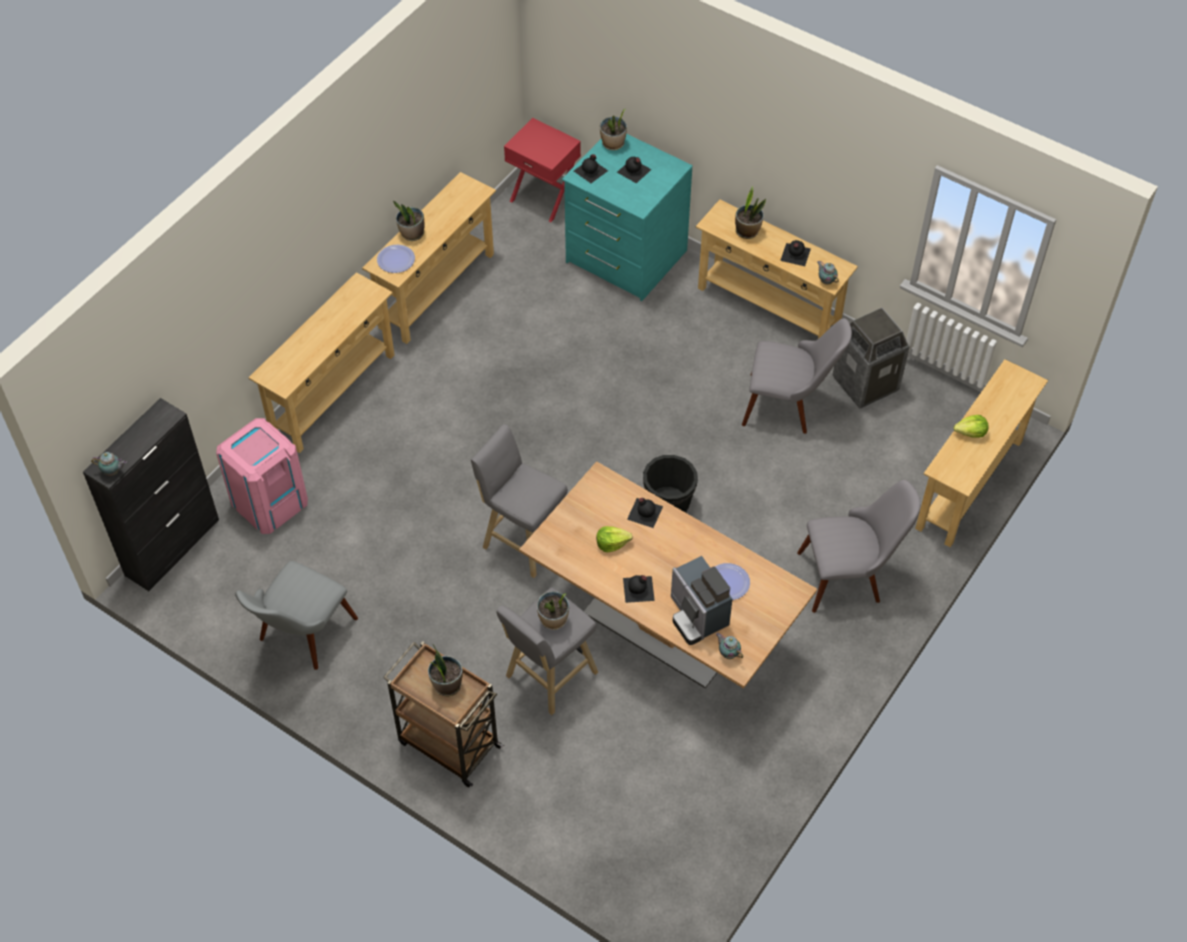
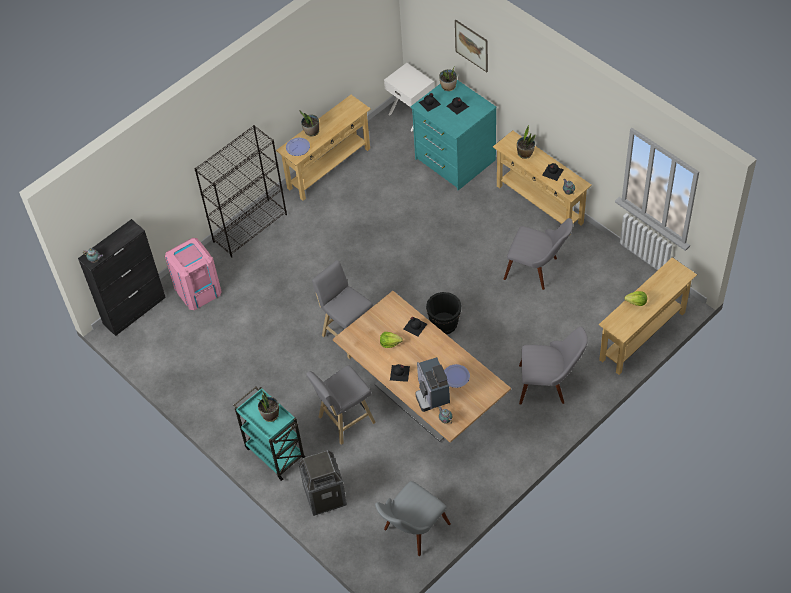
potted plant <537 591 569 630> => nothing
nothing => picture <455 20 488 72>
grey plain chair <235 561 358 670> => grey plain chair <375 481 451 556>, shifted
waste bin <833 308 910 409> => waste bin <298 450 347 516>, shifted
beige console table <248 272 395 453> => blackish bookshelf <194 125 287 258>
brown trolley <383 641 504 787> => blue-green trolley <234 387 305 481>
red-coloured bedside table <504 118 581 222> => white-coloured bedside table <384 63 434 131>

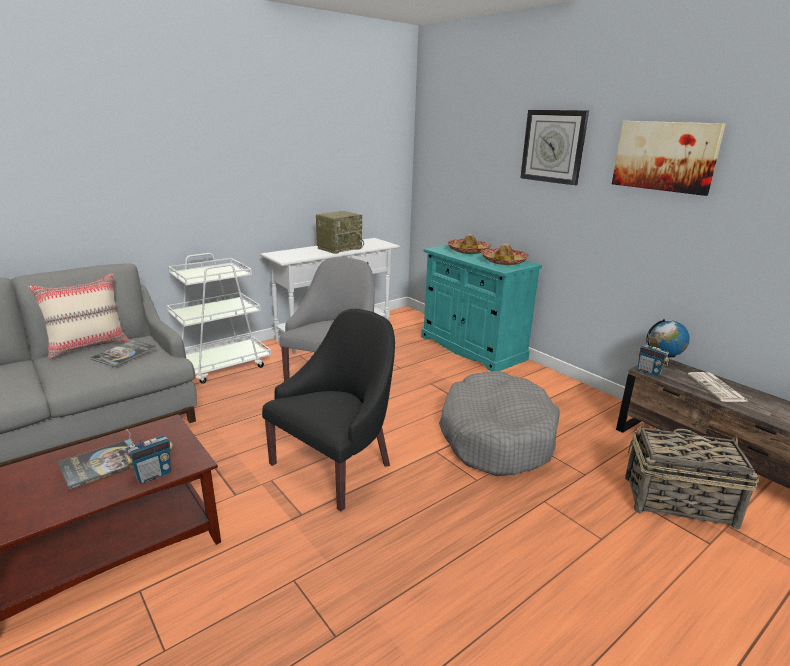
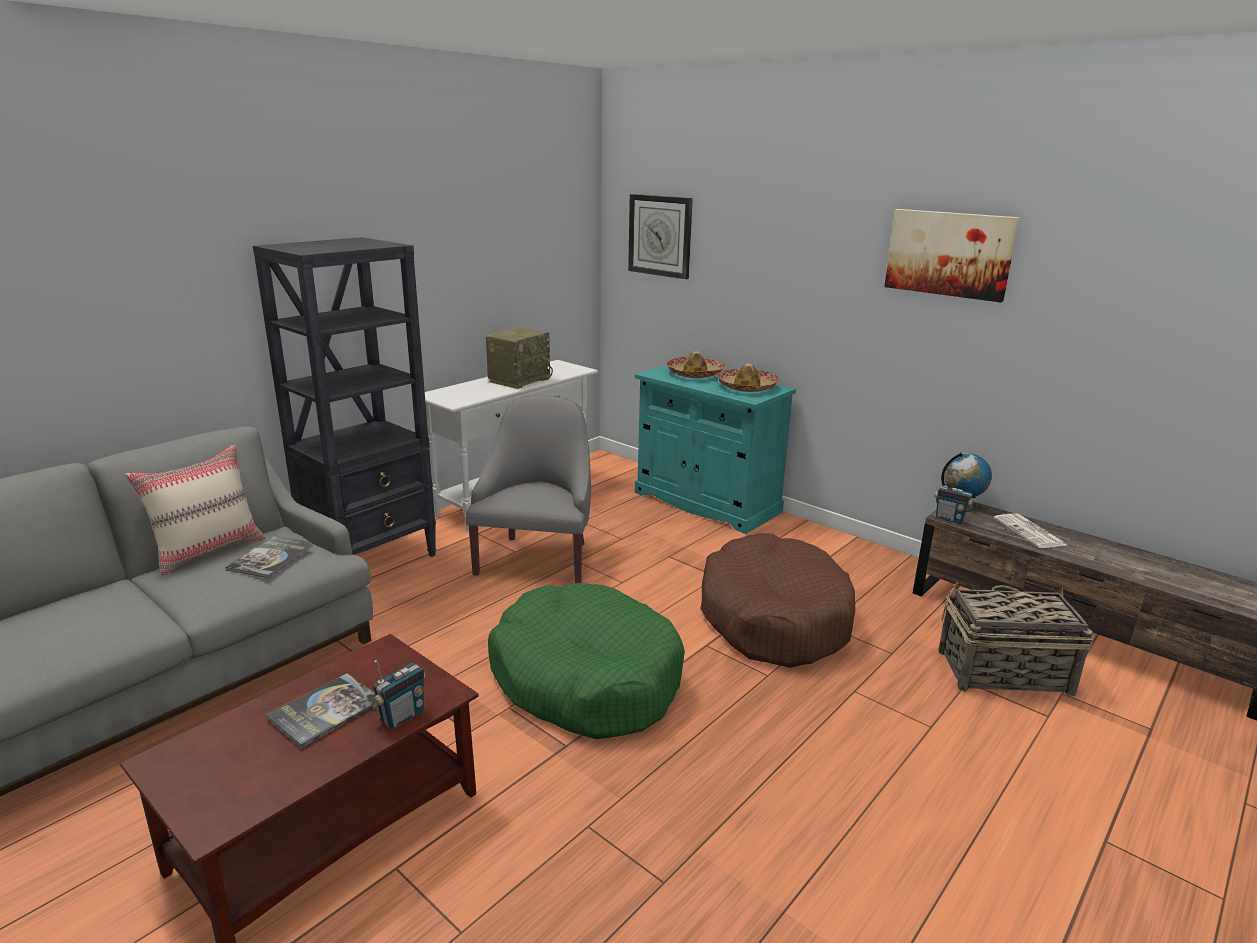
hanging clock <520 110 589 185> => hanging clock <628 194 693 279>, shifted
white-coloured trolley <167 253 271 384> => blackish bookshelf <253 237 437 557>
blackish lounge chair <262 309 395 512> => green pet bed <488 583 685 739>
grey pet bed <439 371 560 476> => brown pet bed <700 533 855 668>

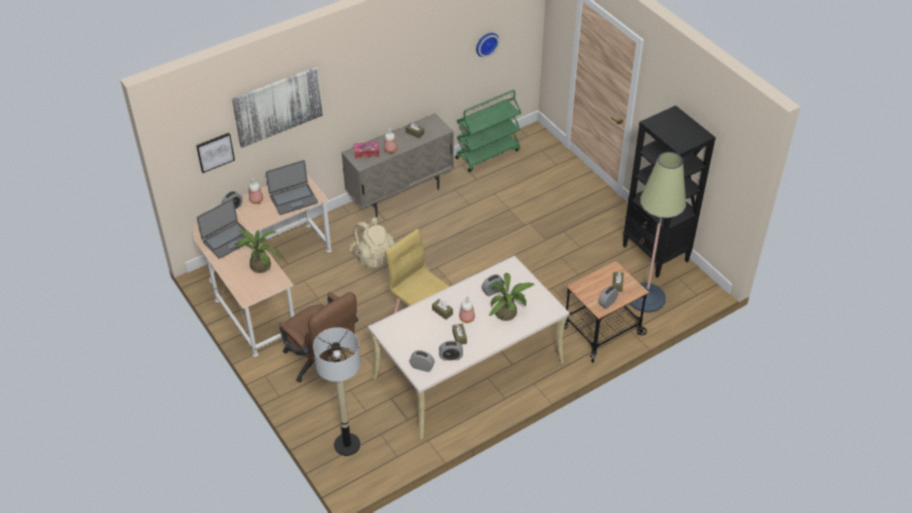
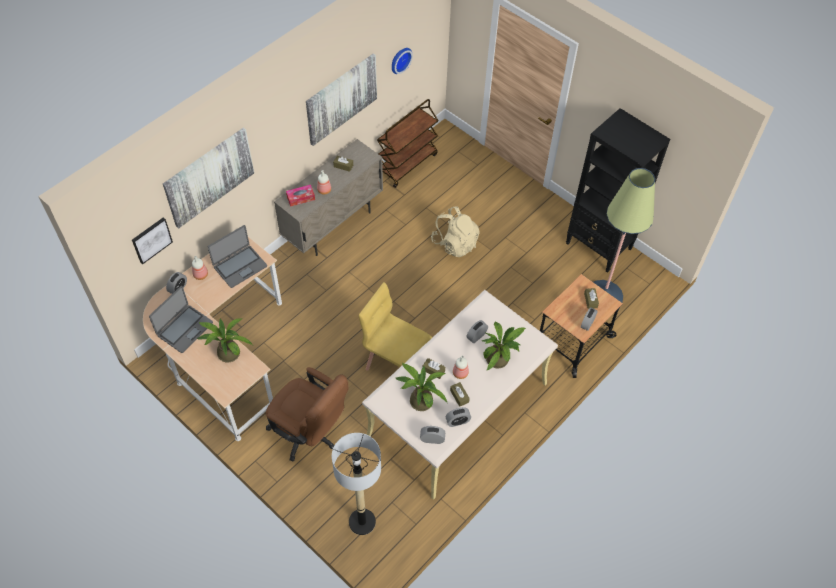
nothing => picture <306 53 377 146>
nothing => potted plant <395 362 447 411>
beige knapsack <350 217 396 270> => beige knapsack <431 206 480 257>, shifted
green trolley <455 90 521 172> => brown trolley <377 99 439 188>

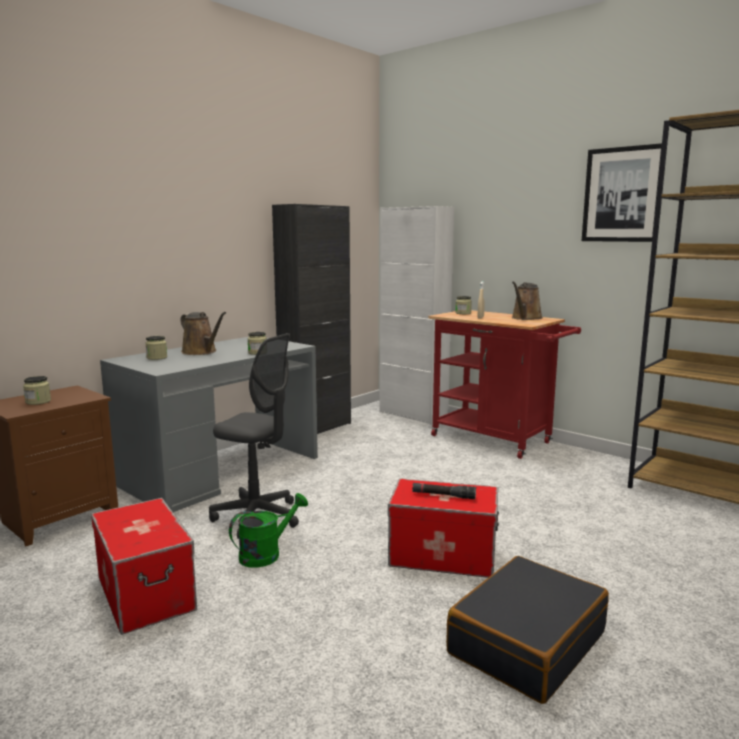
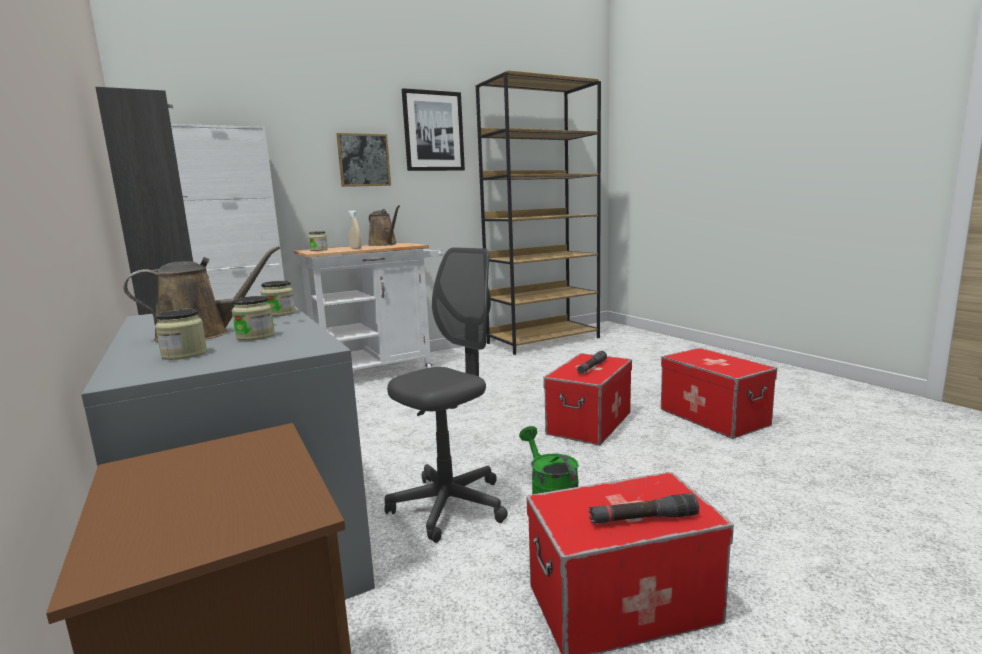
nothing => picture <337 133 391 187>
nothing => blackish hand torch <589 493 699 524>
preserve jar <23 376 51 405> => preserve jar <232 296 275 341>, shifted
blackish travel case <446 556 609 704> => storage box <661 348 777 439>
red-coloured trolley <428 310 581 459> => white-coloured trolley <294 243 444 370>

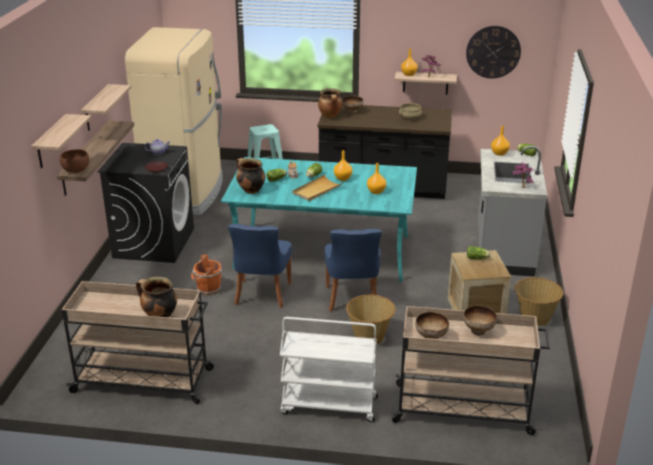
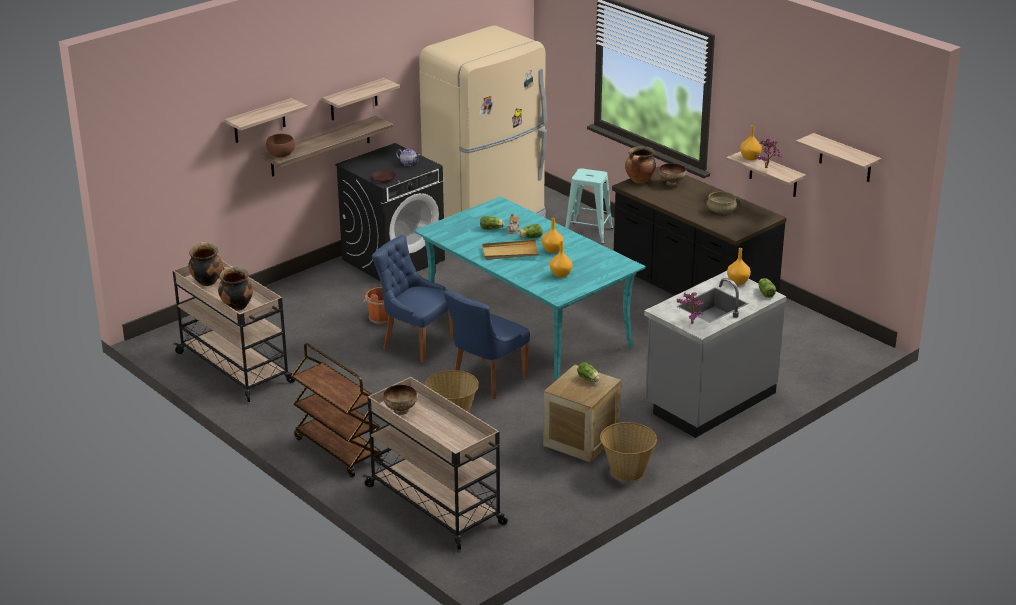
bowl <463 306 497 335> => nothing
cooking pot <236 158 265 194> => cooking pot <188 242 223 286>, shifted
hanging clock <466 26 521 79> => wall shelf <796 133 881 182>
white-coloured trolley <280 317 378 422> => brown trolley <291 343 383 477>
blue plain chair <228 224 292 308> => blue plain chair <372 235 454 363>, 75 degrees clockwise

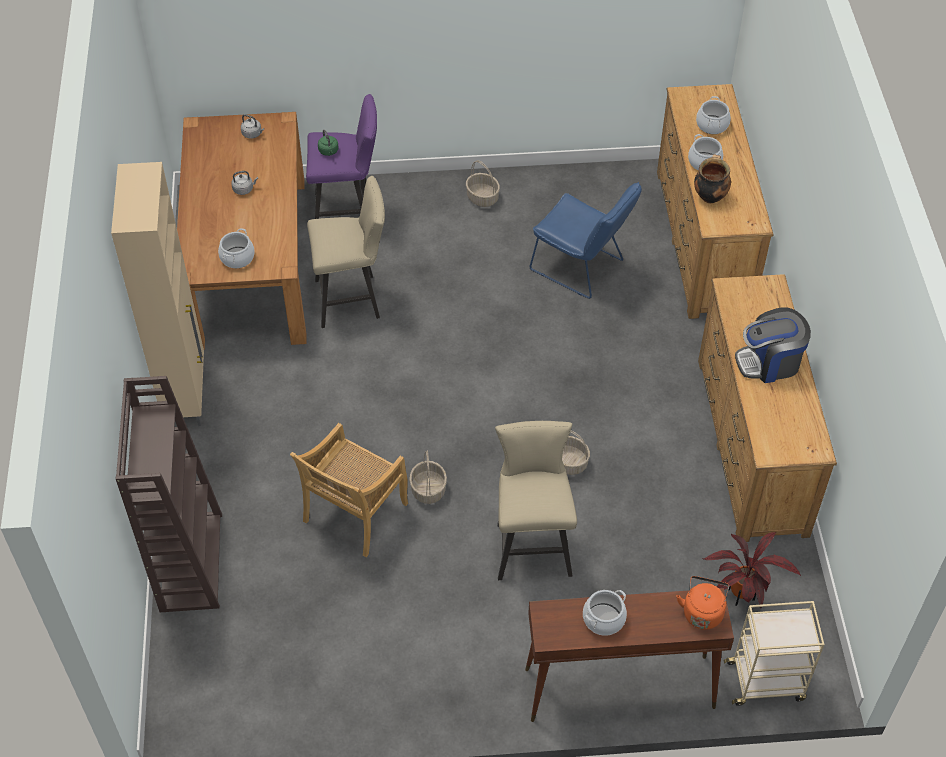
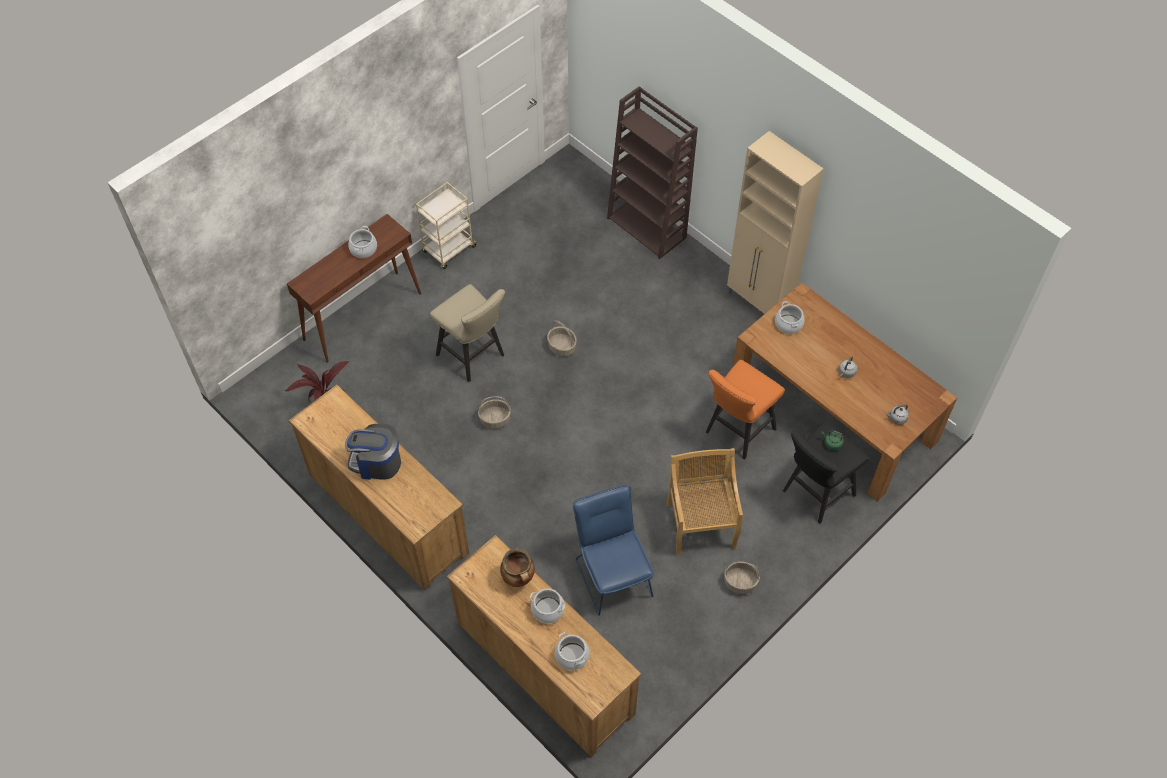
orange water kettle <676 576 729 630> => nothing
beige plain chair <290 423 408 557> => beige plain chair <666 448 743 556>, shifted
beige trolley <724 601 825 706> => beige trolley <416 182 478 269>, shifted
purplish sitting stool <306 94 377 219> => blackish sitting stool <783 422 869 524>
beige sitting stool <307 176 385 328> => orange sitting stool <706 360 785 460>
blue plain chair <530 182 642 299> => blue plain chair <573 485 654 616>, 75 degrees clockwise
coffee machine <735 307 811 383> => coffee machine <345 424 401 480>, 120 degrees counterclockwise

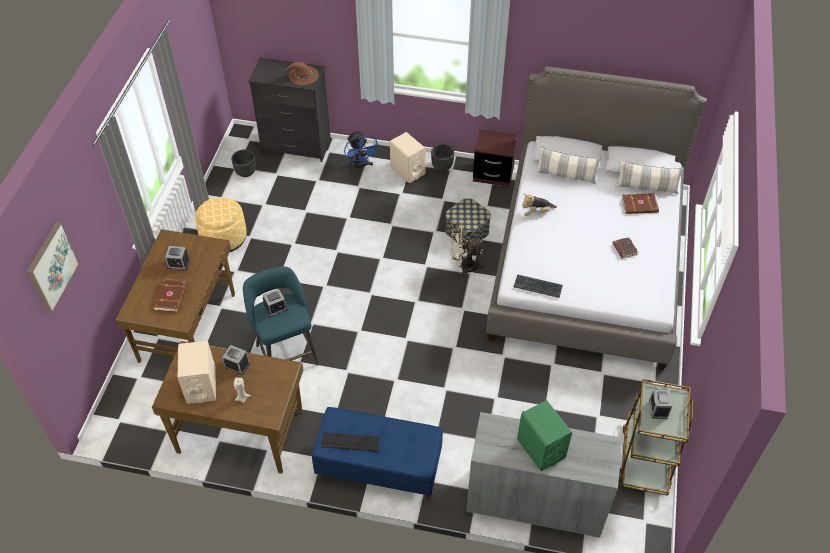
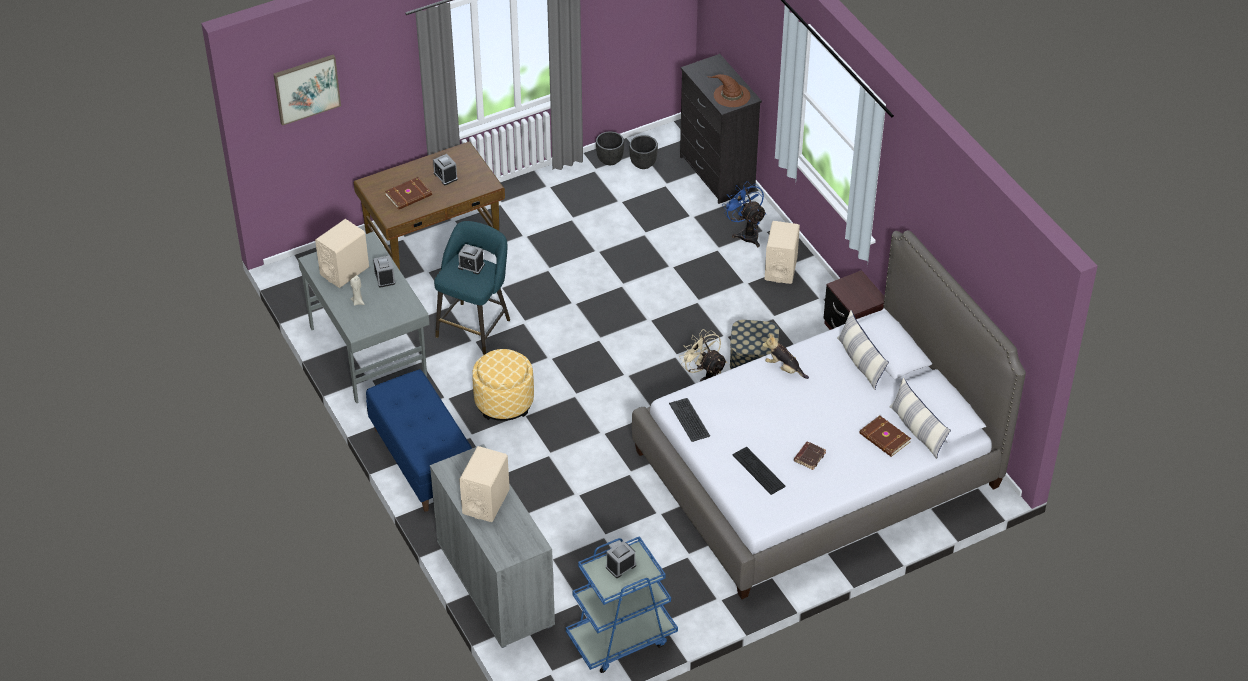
footrest <195 197 247 252> => footrest <472 349 534 421>, shifted
computer keyboard <321 432 380 452> => computer keyboard <732 447 786 495>, shifted
blackish plant pot <431 144 454 172> => blackish plant pot <596 131 624 165>, shifted
brown desk <152 341 303 474> => grey desk <298 231 429 403>
green loudspeaker <517 400 572 471> => beige loudspeaker <459 446 510 522>
brown trolley <619 379 693 496> => blue trolley <566 536 678 673>
blue electric fan <344 130 380 171> => blue electric fan <722 181 766 247>, 120 degrees clockwise

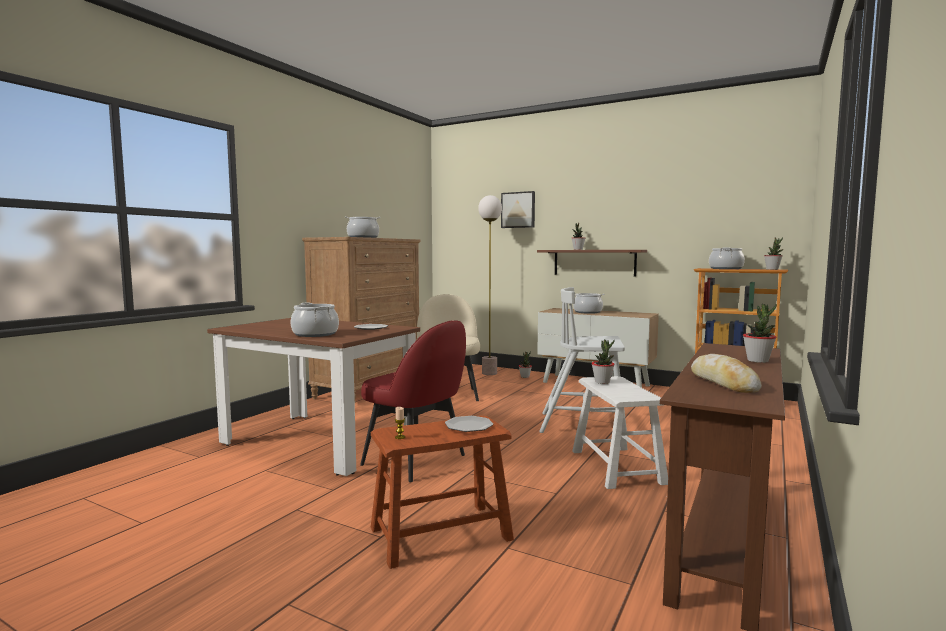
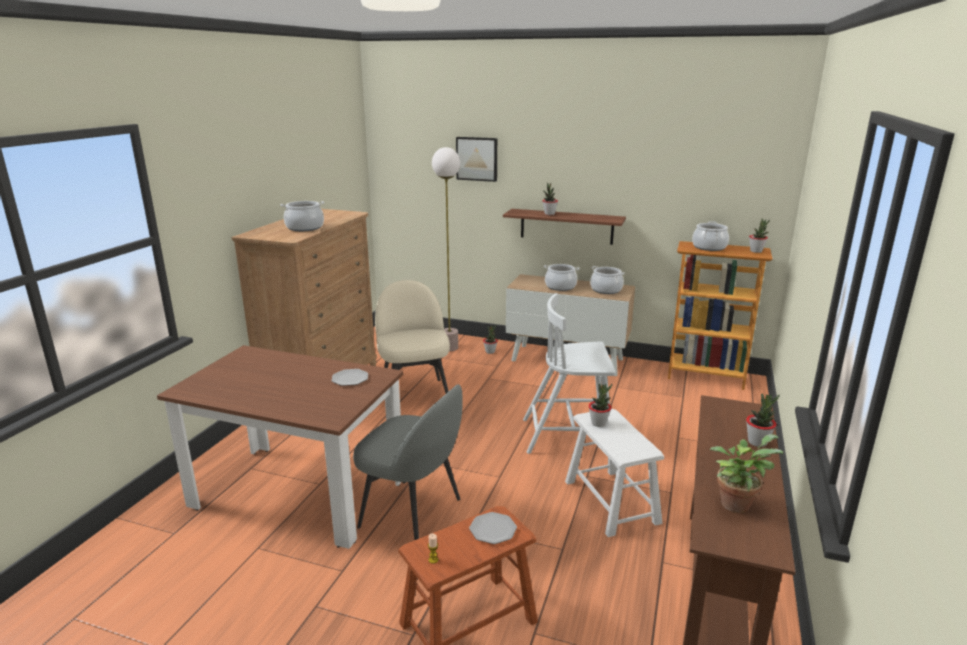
cooking pot <291 302 339 337> => cooking pot <590 266 624 294>, shifted
bread <691 354 762 393> => potted plant <710 434 783 513>
red-coloured plain chair <360 320 466 482> => grey plain chair <353 384 463 540>

